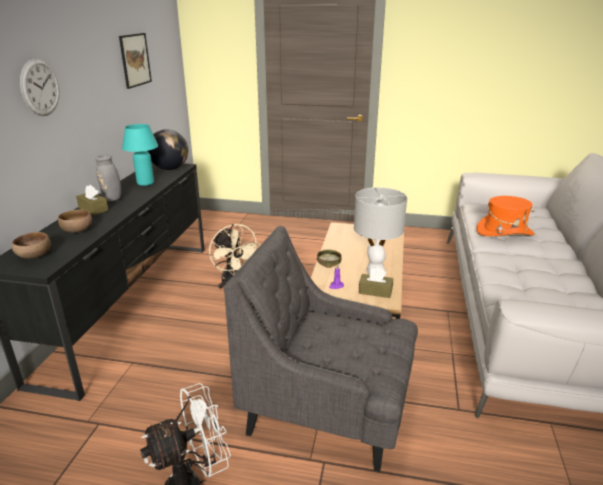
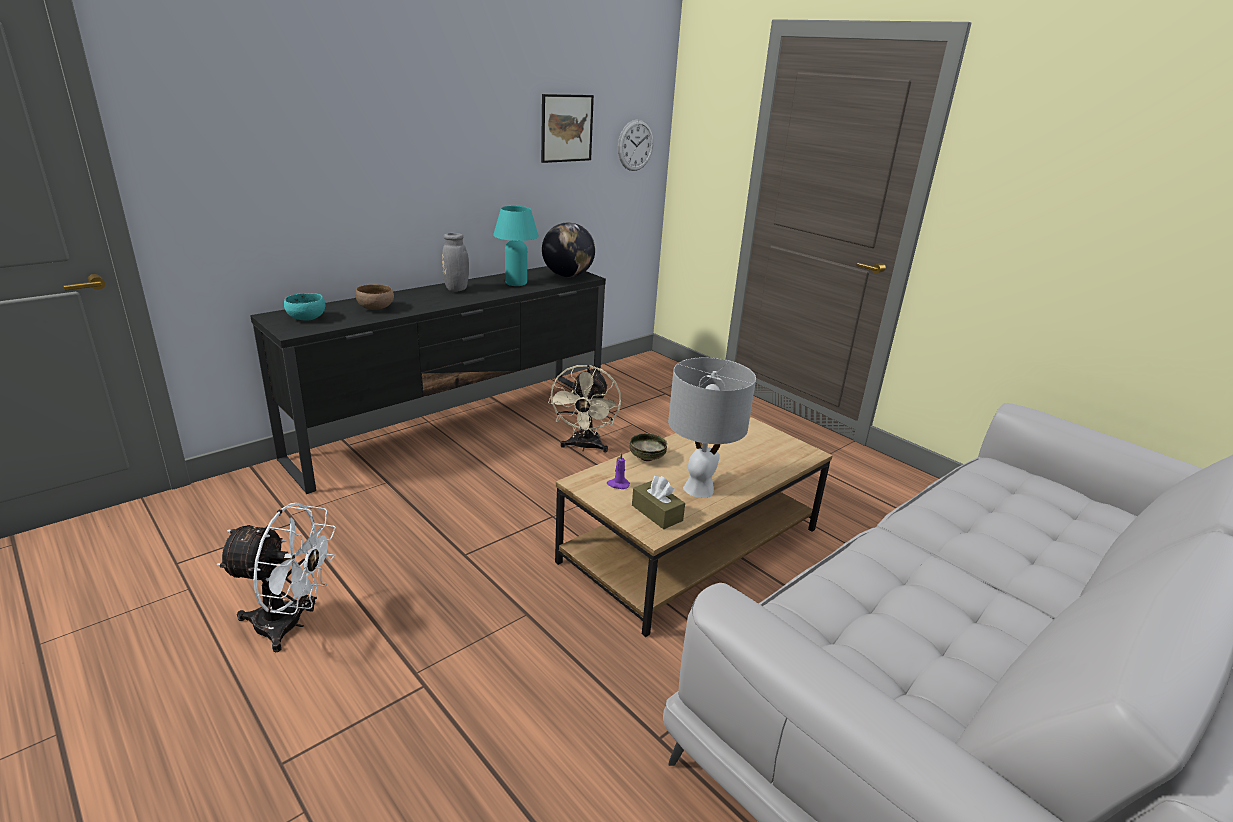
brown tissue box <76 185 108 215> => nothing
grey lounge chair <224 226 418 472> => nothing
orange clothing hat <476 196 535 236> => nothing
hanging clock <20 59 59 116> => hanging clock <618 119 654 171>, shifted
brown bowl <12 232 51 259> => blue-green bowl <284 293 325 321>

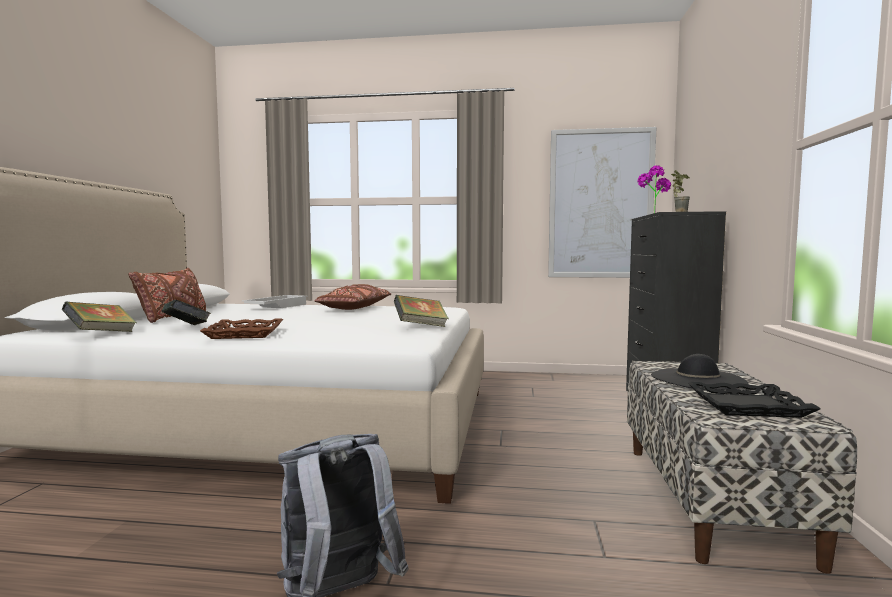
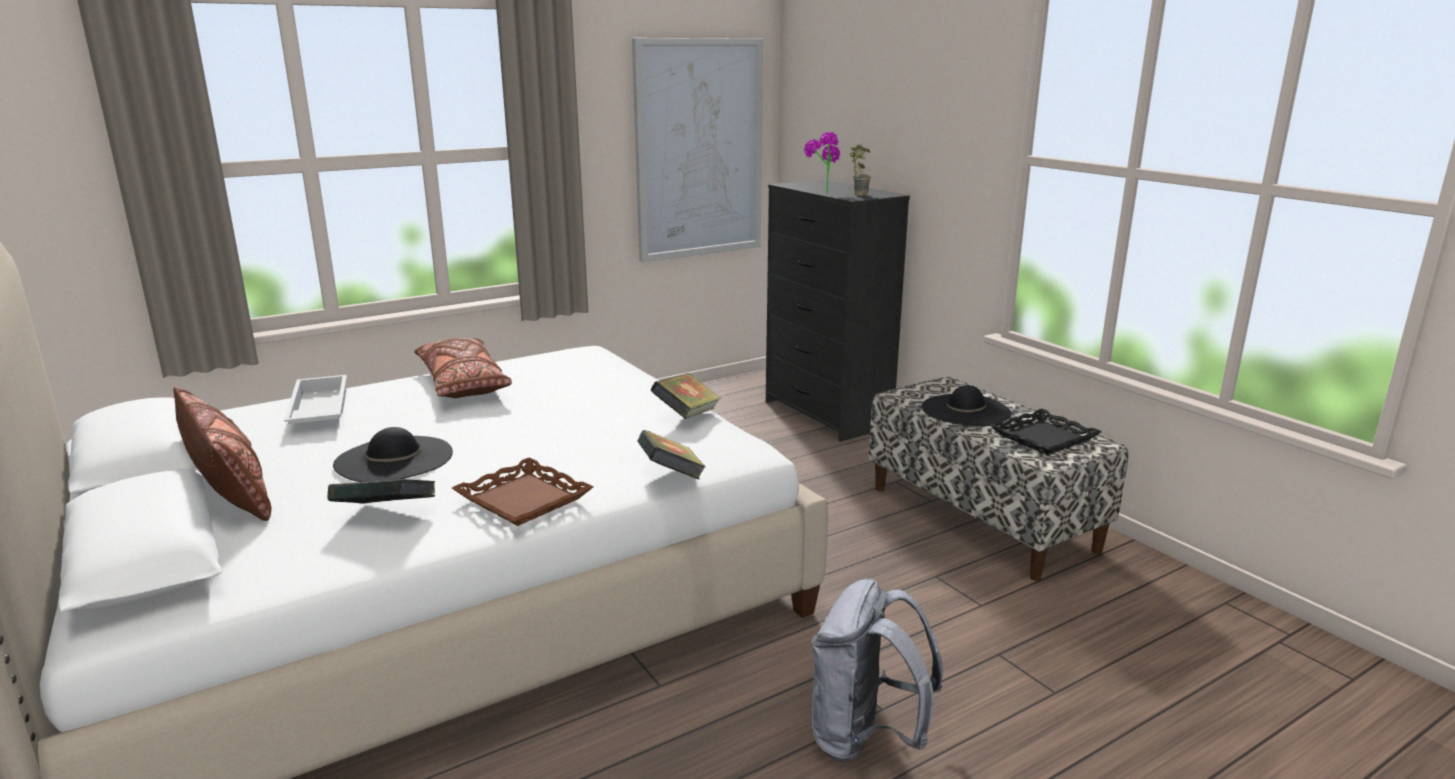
nothing => blackish clothing hat <333 427 453 482>
bound book <62 302 137 332> => bound book <637 430 706 480>, shifted

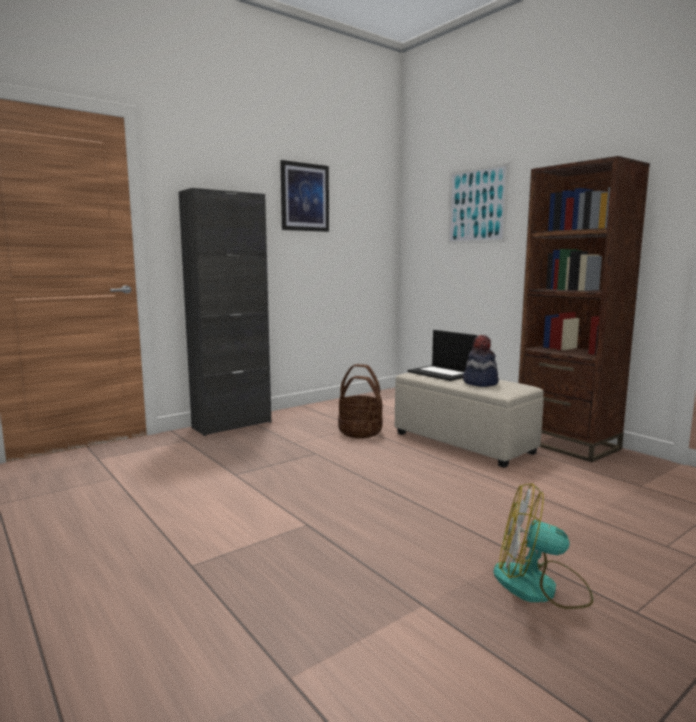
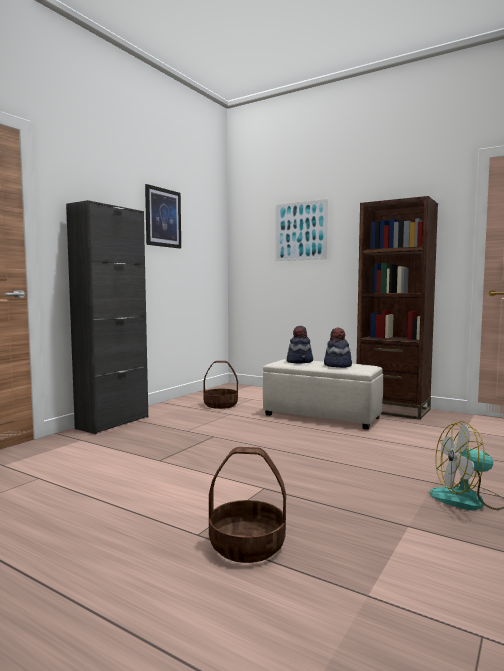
basket <338 376 383 438> => basket <209 447 286 563>, shifted
laptop <407 330 477 381> => clothing hat <287 326 313 363>

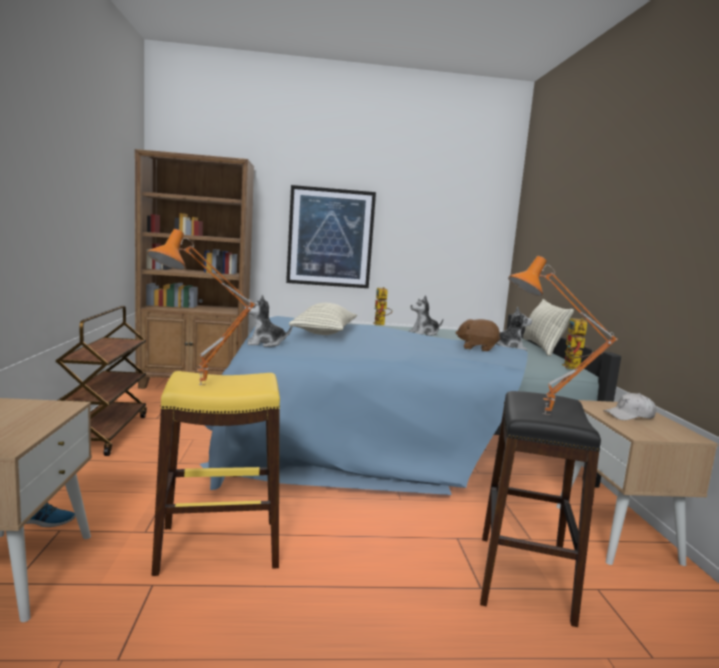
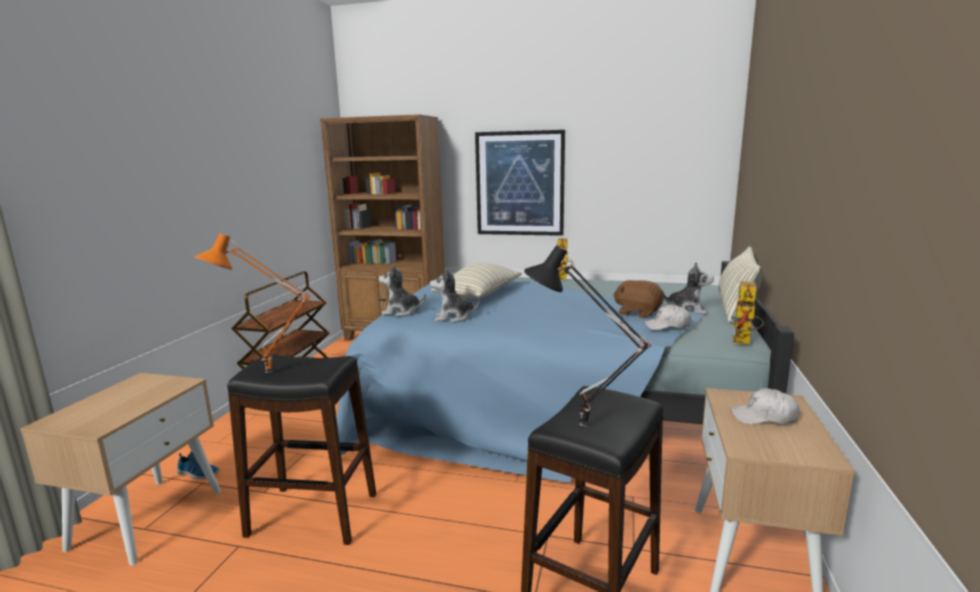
nothing => white-coloured cap <644 305 691 330>
cuddly toy <409 296 443 336> => cuddly toy <430 268 480 322>, shifted
yellowish sitting stool <152 371 280 576> => blackish sitting stool <227 354 376 545>
orange table lamp <508 256 618 415> => blackish table lamp <524 245 651 427>

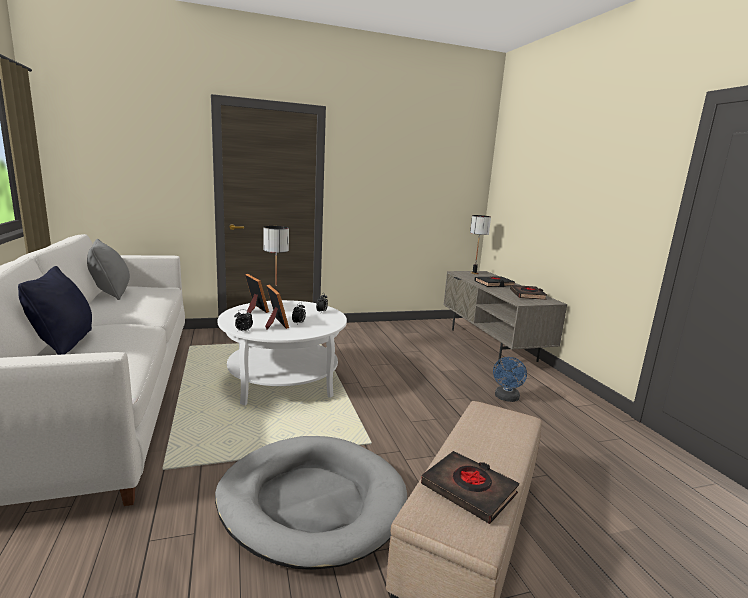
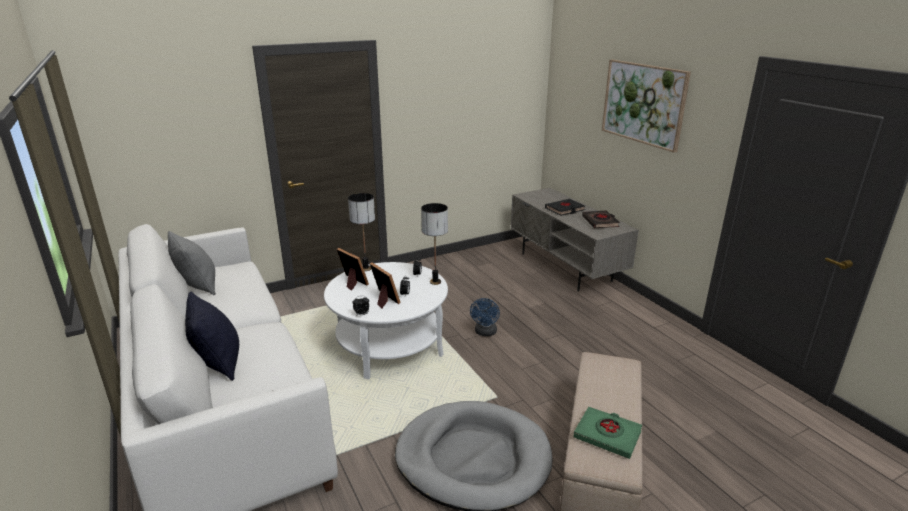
nothing => picture <602 60 691 153>
table lamp <470 215 491 274> => table lamp <421 203 448 285>, shifted
blue electric fan <493 357 527 402> => blue electric fan <470 298 500 336>, shifted
blackish bound book <421 451 519 524> => green bound book <573 407 642 459>

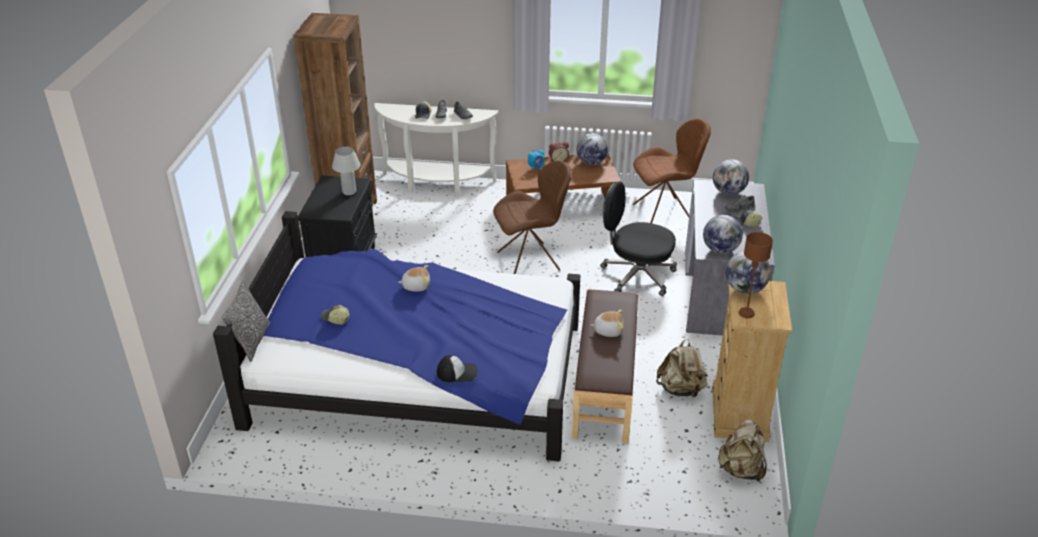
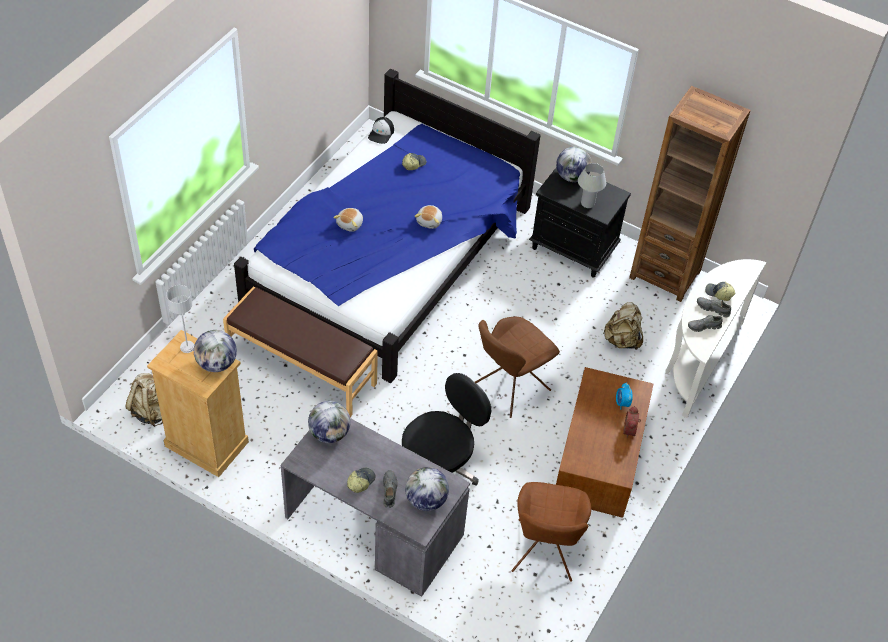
pillow <222 281 270 362> => nothing
cap <437 355 478 382> => cap <368 117 394 144>, shifted
globe <576 133 608 165> => globe <556 147 592 182>, shifted
cuddly toy <590 310 624 337> => cuddly toy <333 208 363 232>, shifted
beige knapsack <656 339 708 397> => beige knapsack <603 302 643 350>, shifted
brown table lamp <739 232 773 318> => grey table lamp <166 285 195 353>
brown plain chair <493 161 572 274> => brown plain chair <475 317 560 418>, 45 degrees clockwise

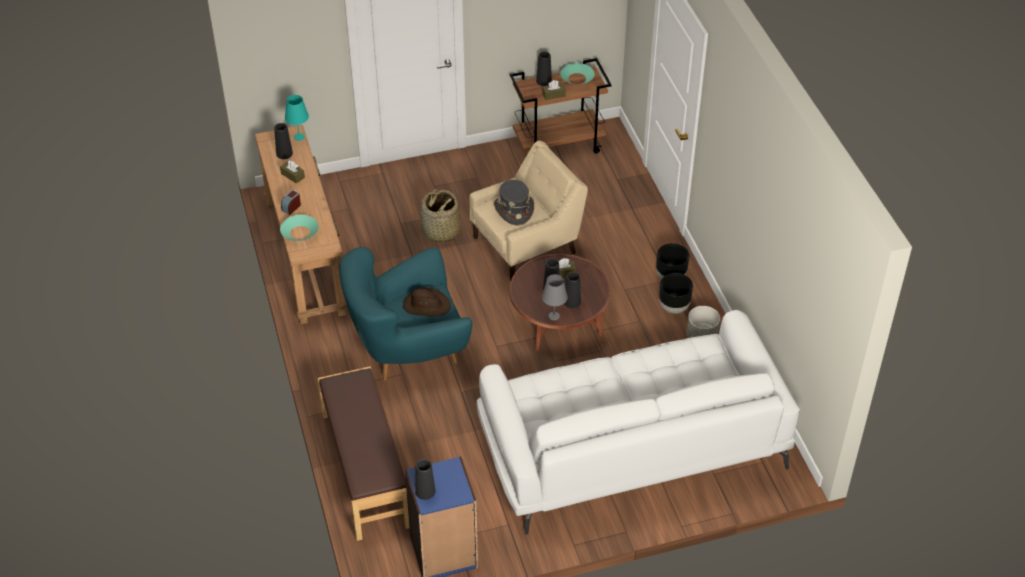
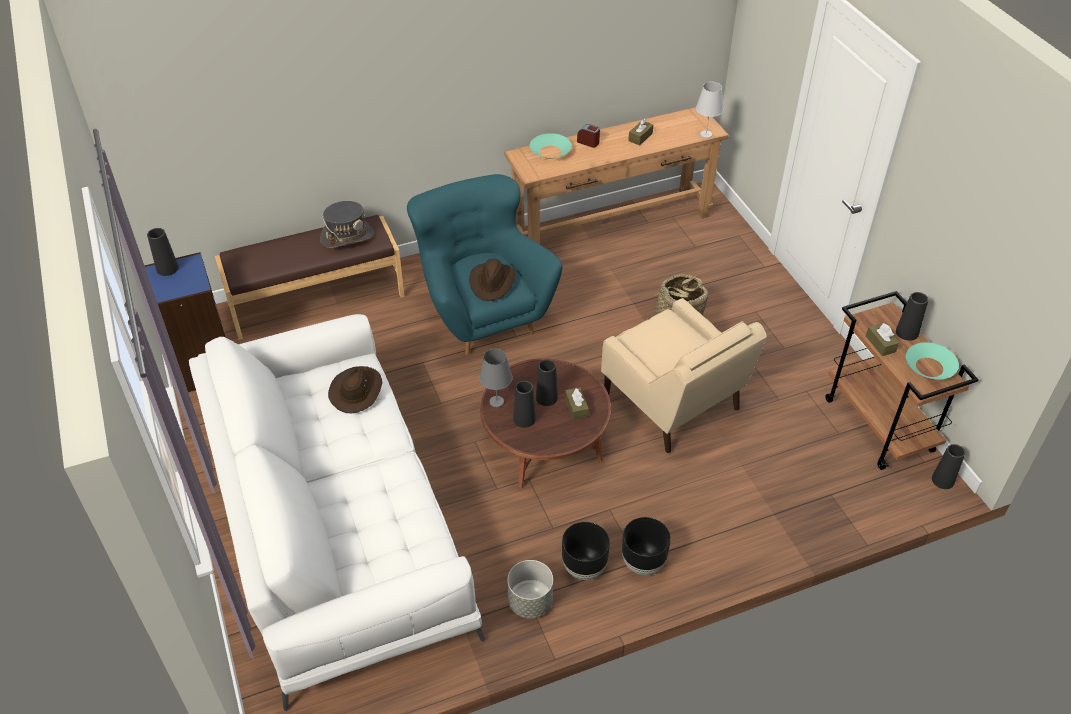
nothing => brown clothing hat <328 366 382 413>
blackish decorative vase <274 123 293 159> => blackish decorative vase <932 444 965 489>, shifted
grey clothing hat <494 180 534 226> => grey clothing hat <320 201 374 248>, shifted
blue-green table lamp <285 95 309 141> => white-coloured table lamp <696 82 724 138>

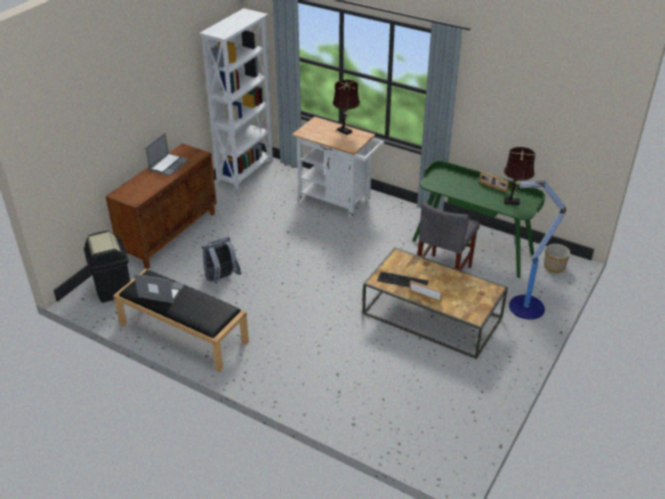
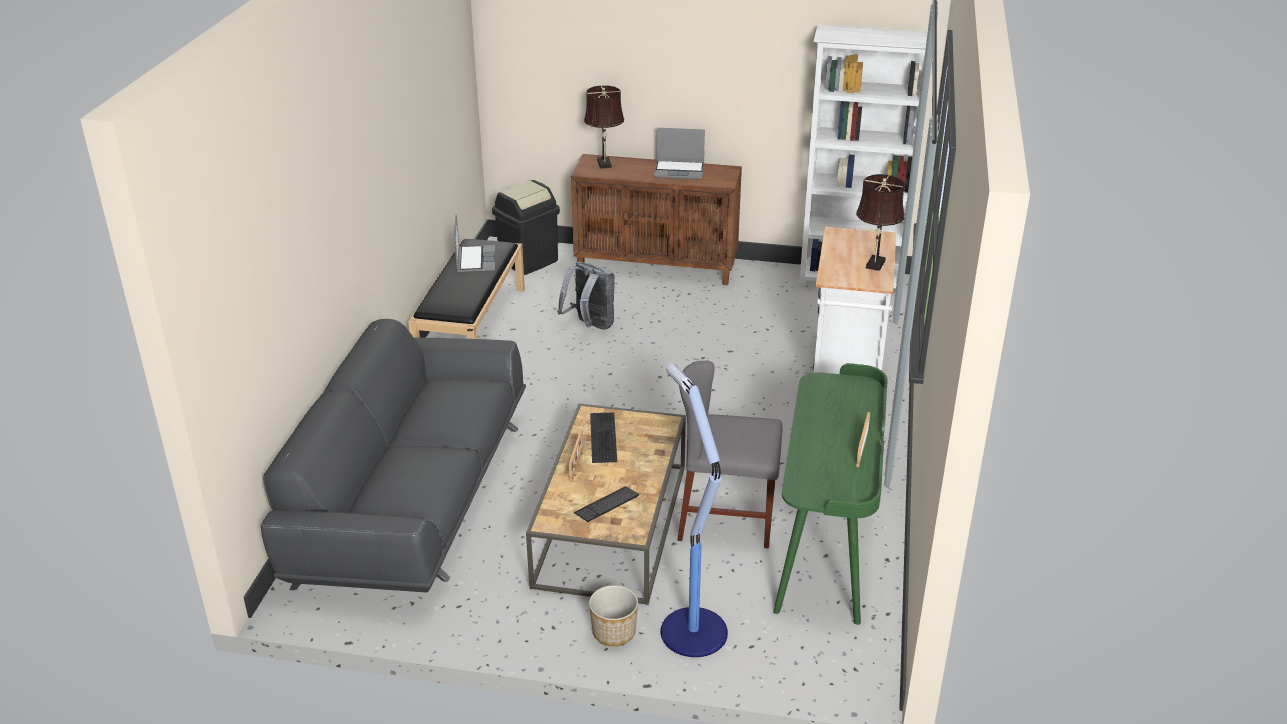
nothing => grey settee <261 319 526 593>
nothing => computer keyboard <574 486 639 523>
brown table lamp <504 147 536 205> => brown table lamp <584 85 624 168>, shifted
plant pot <544 244 570 273> => plant pot <589 585 638 646>, shifted

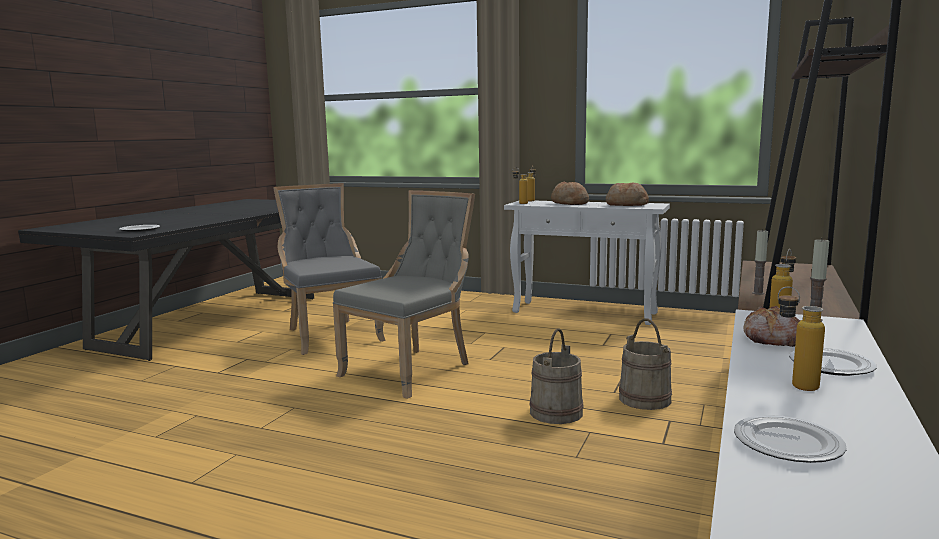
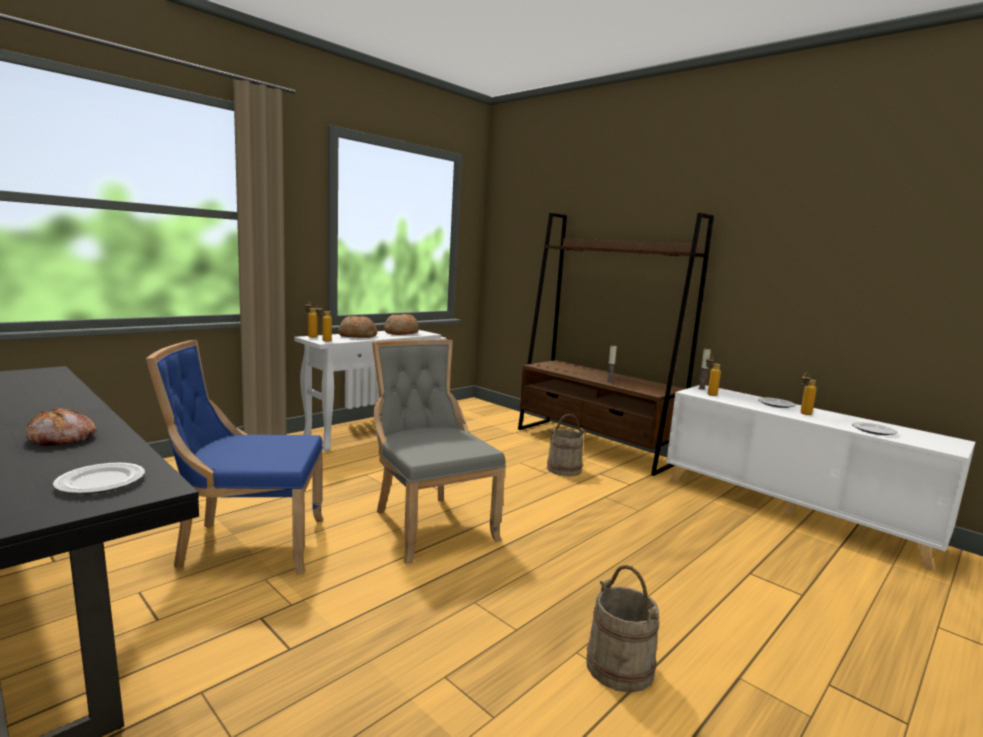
beige bucket <529 328 583 424> => beige bucket <586 565 659 693>, shifted
bread <743 306 800 347> => bread <26 407 97 446>, shifted
grey plain chair <273 183 386 355> => blue plain chair <146 340 323 575>

